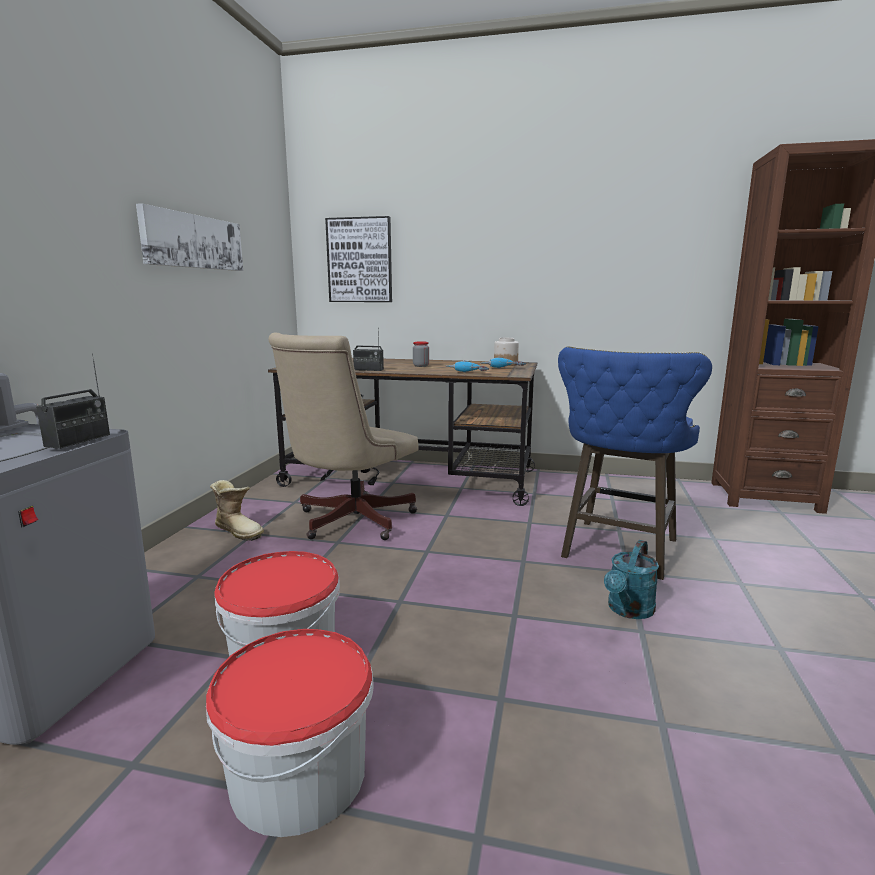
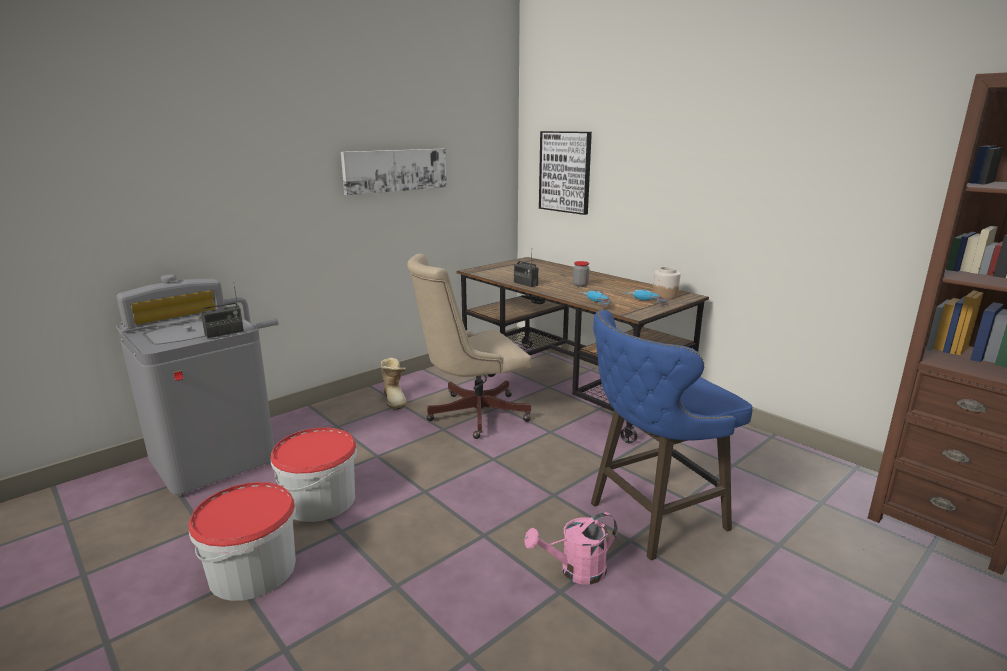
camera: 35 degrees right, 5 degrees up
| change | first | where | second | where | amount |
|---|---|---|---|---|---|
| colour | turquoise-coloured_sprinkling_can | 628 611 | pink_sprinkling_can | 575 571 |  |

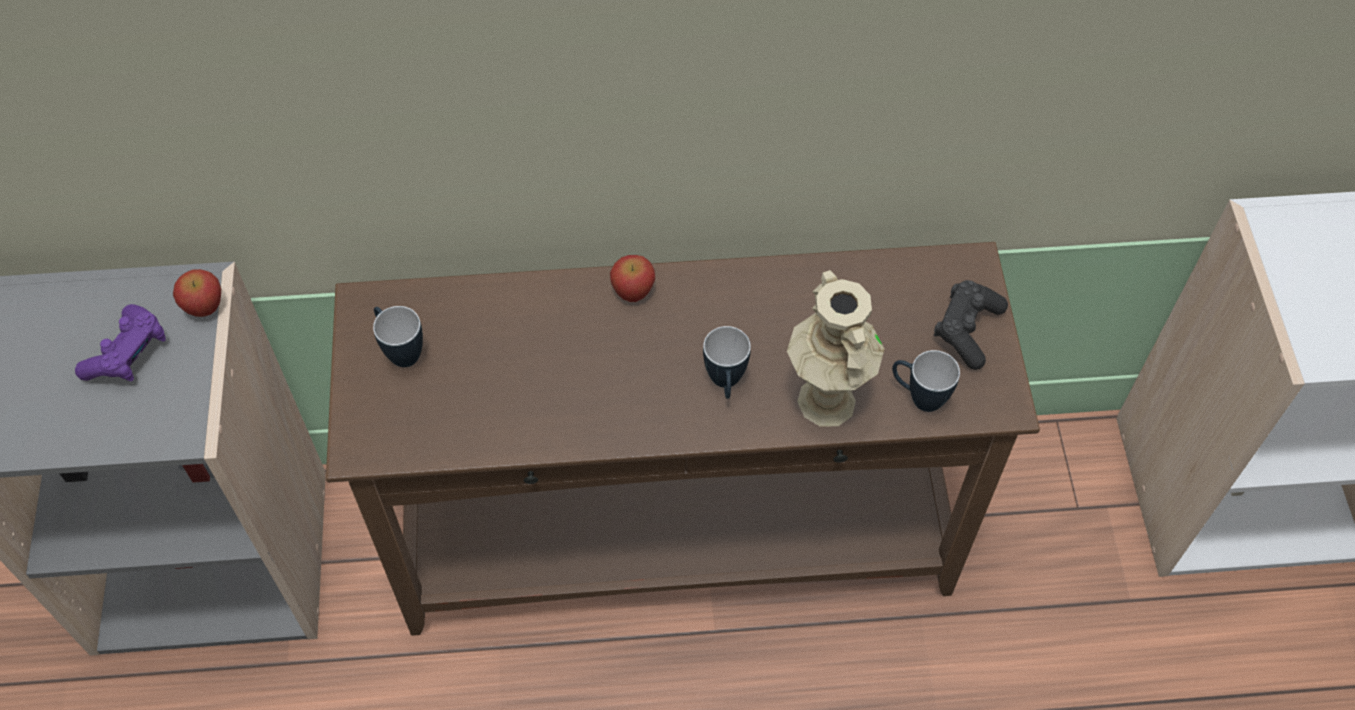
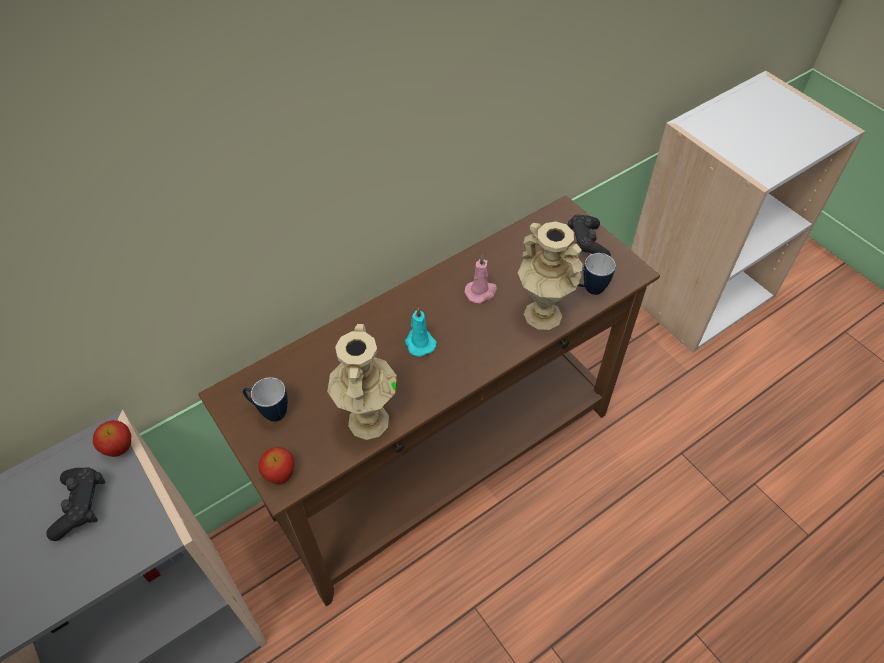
camera: 30 degrees left, 5 degrees down
| change | first | where | second | where | amount |
|---|---|---|---|---|---|
| missing | coffee_mug | 725 384 |  |  |  |
| appeared |  |  | beige_flower_vase | 367 420 |  |
| appeared |  |  | turquoise-coloured_candle | 419 342 |  |
| appeared |  |  | pink_candle | 481 292 |  |
| relocated | apple_fruit | 633 290 |  | 280 473 |  |
| colour | purple-coloured_gamepad | 128 354 | black-coloured_gamepad | 81 506 |  |

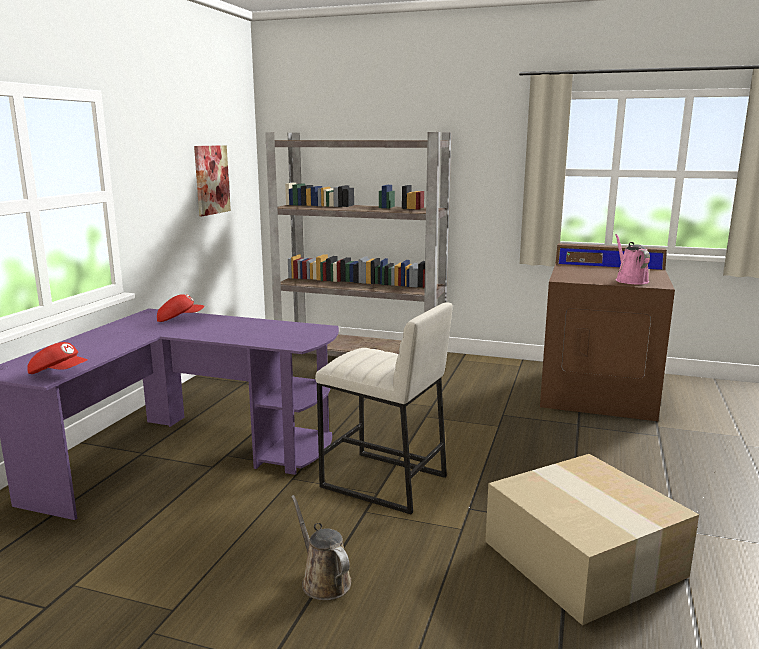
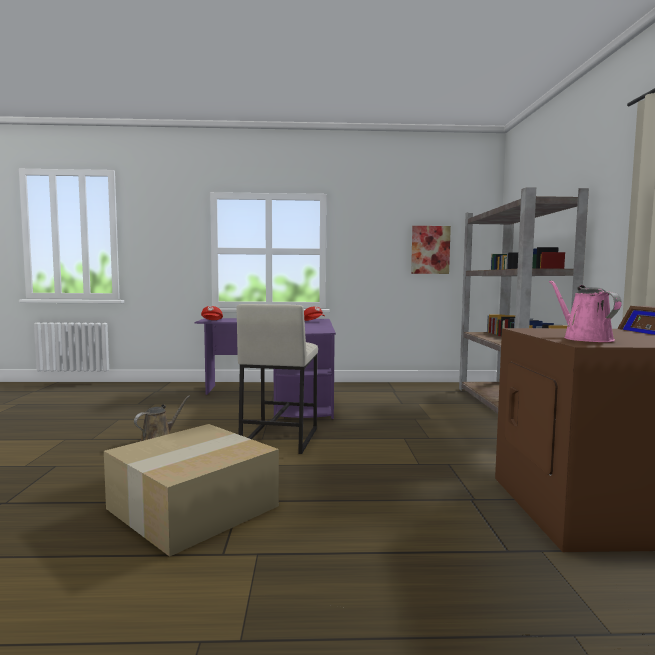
camera: 70 degrees right, 10 degrees down
| change | first | where | second | where | amount |
|---|---|---|---|---|---|
| spun | pink_sprinkling_can | 630 280 |  | 584 339 | 75 degrees counterclockwise |

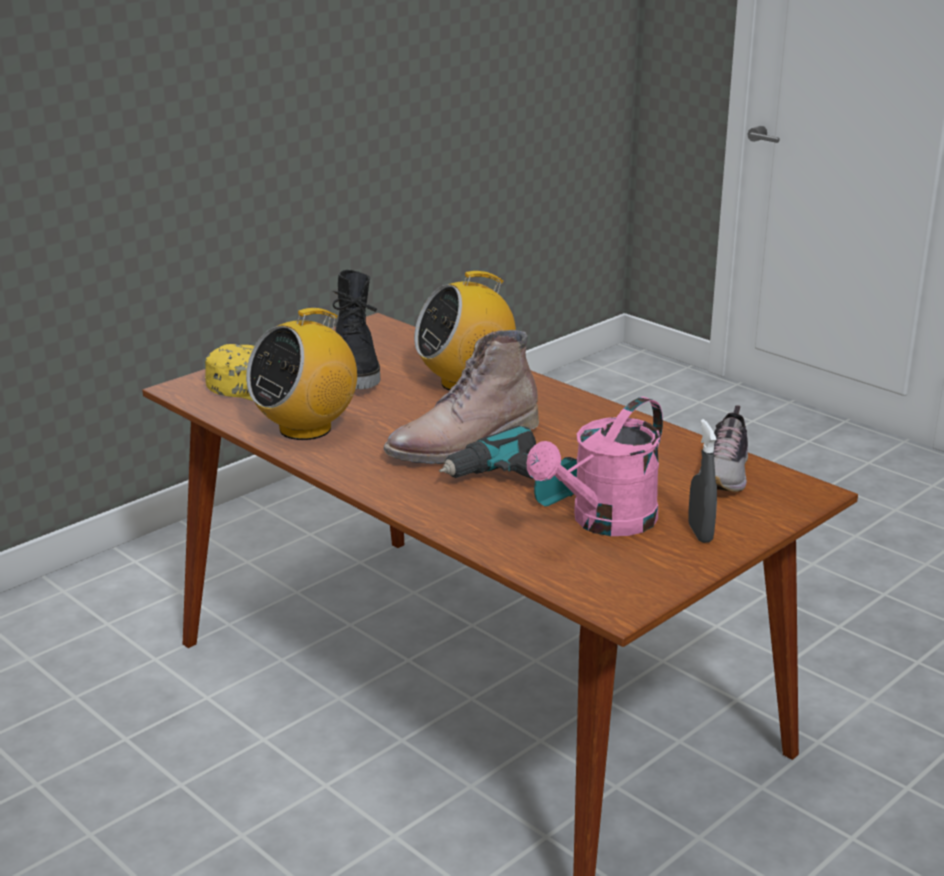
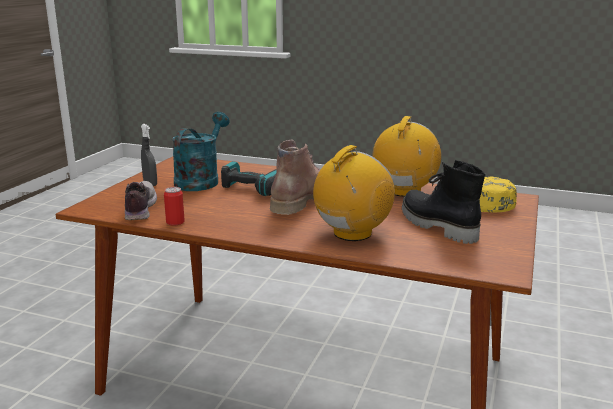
camera: 155 degrees right, 5 degrees down
| change | first | where | second | where | amount |
|---|---|---|---|---|---|
| appeared |  |  | sealed_can | 175 222 |  |
| colour | pink_sprinkling_can | 604 522 | turquoise-coloured_sprinkling_can | 200 180 |  |

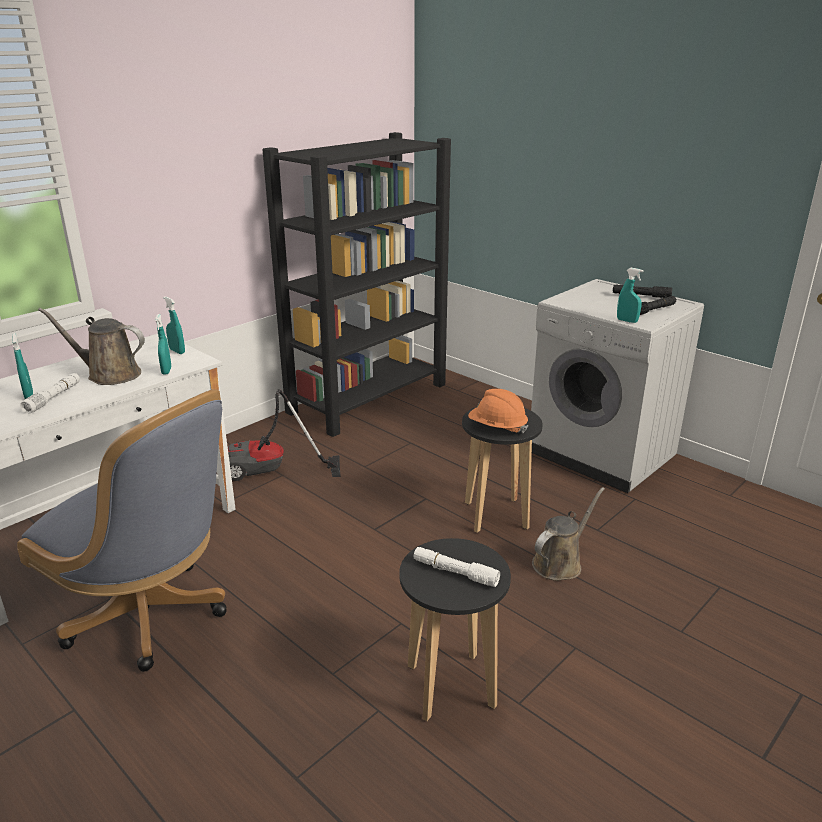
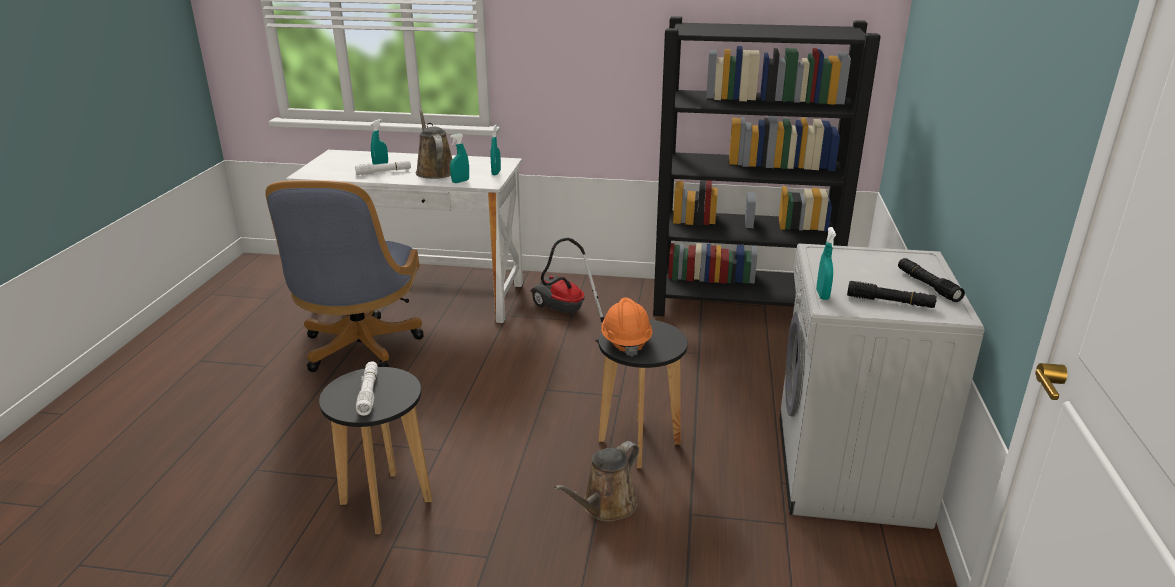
camera: 55 degrees right, 0 degrees up
| change | first | where | second | where | amount |
|---|---|---|---|---|---|
| spun | brownish_sprinkling_can | 560 563 |  | 605 507 | 120 degrees clockwise |

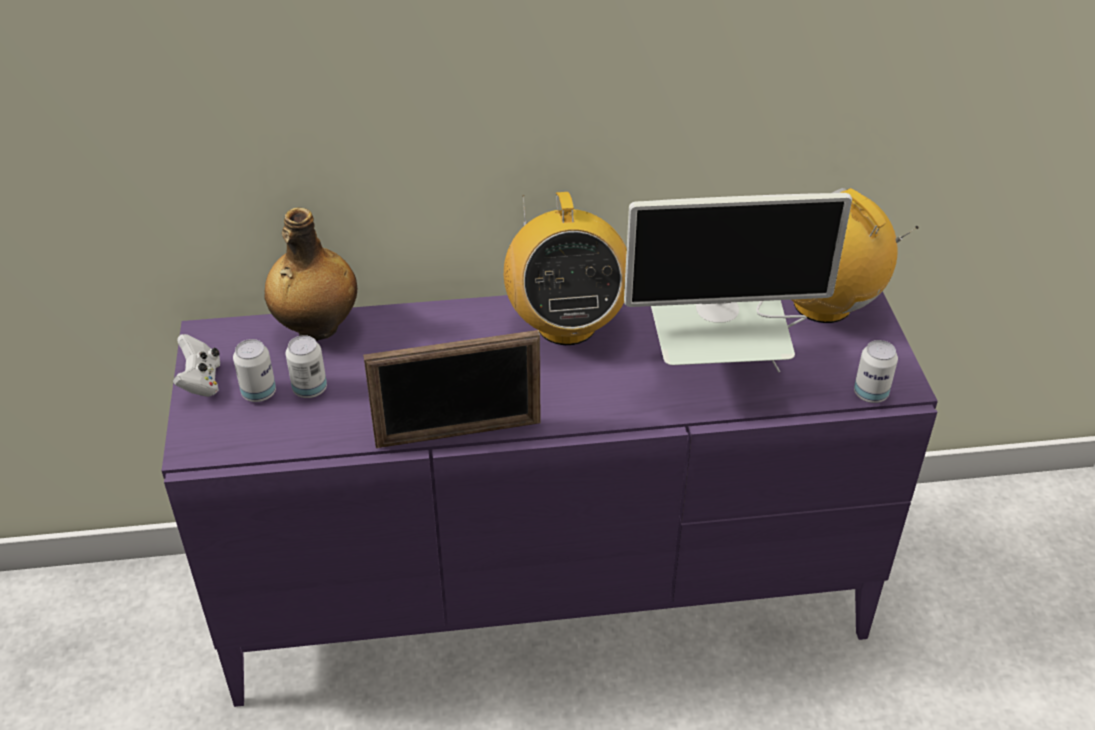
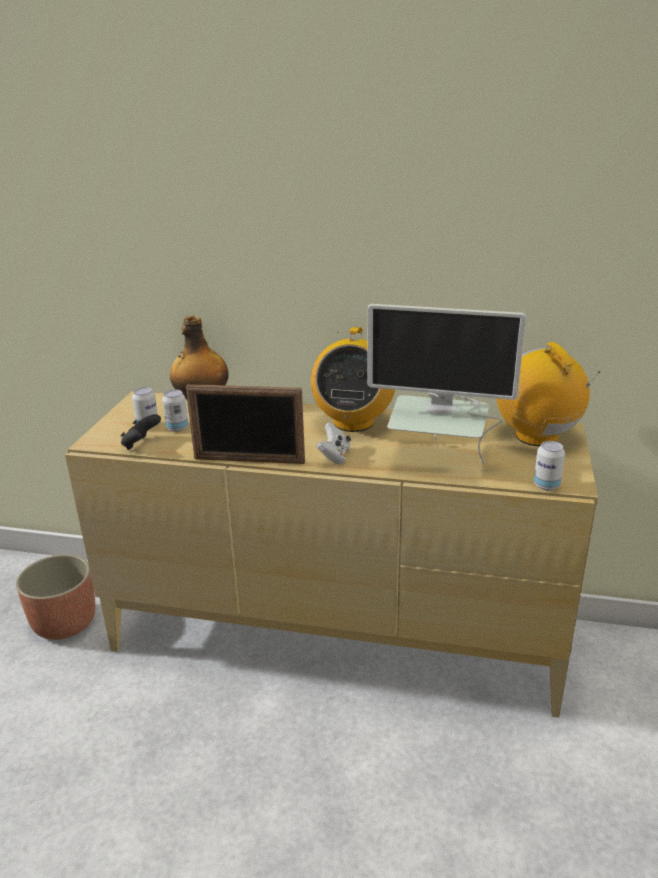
camera: 20 degrees right, 15 degrees down
| change | first | where | second | where | amount |
|---|---|---|---|---|---|
| appeared |  |  | flower_pot | 65 622 |  |
| appeared |  |  | black-coloured_gamepad | 141 444 |  |
| relocated | whitish_gamepad | 201 382 |  | 334 456 |  |
| colour | purple-coloured_dresser | 549 598 | beige_dresser | 336 638 |  |

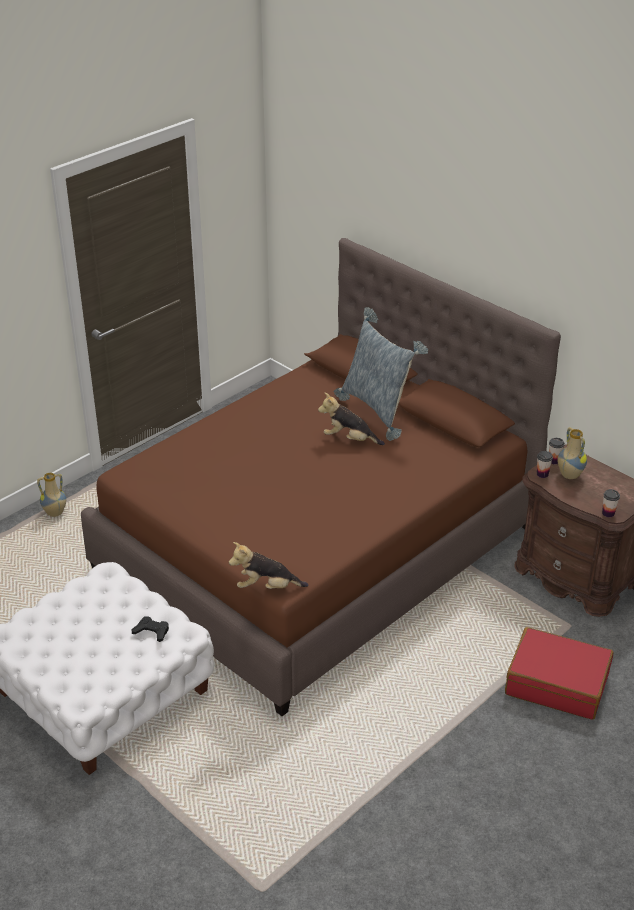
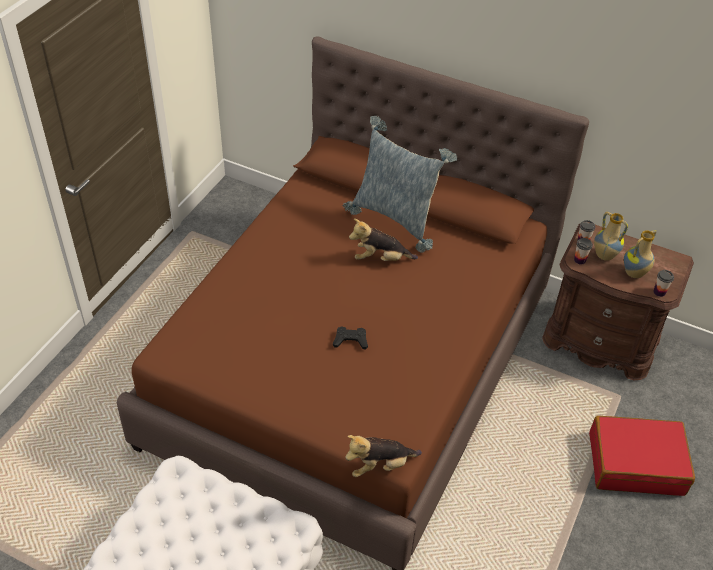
camera: 20 degrees left, 10 degrees up
| change | first | where | second | where | amount |
|---|---|---|---|---|---|
| relocated | flower_vase | 55 513 |  | 634 273 |  |
| relocated | black-coloured_gamepad | 151 631 |  | 350 340 |  |

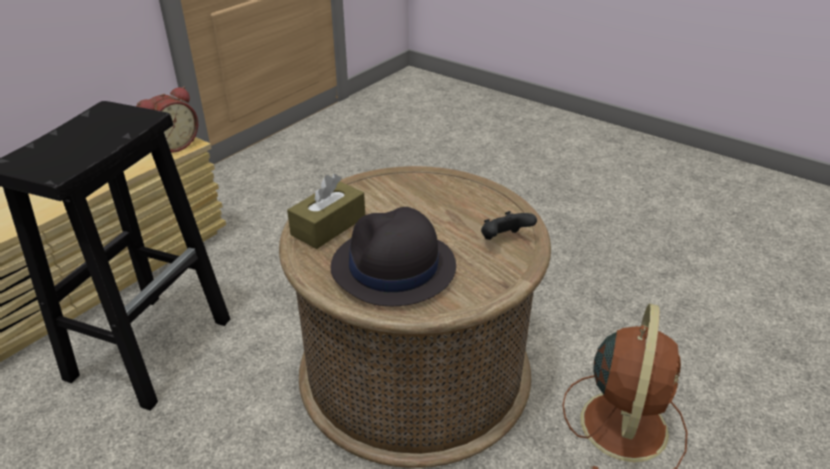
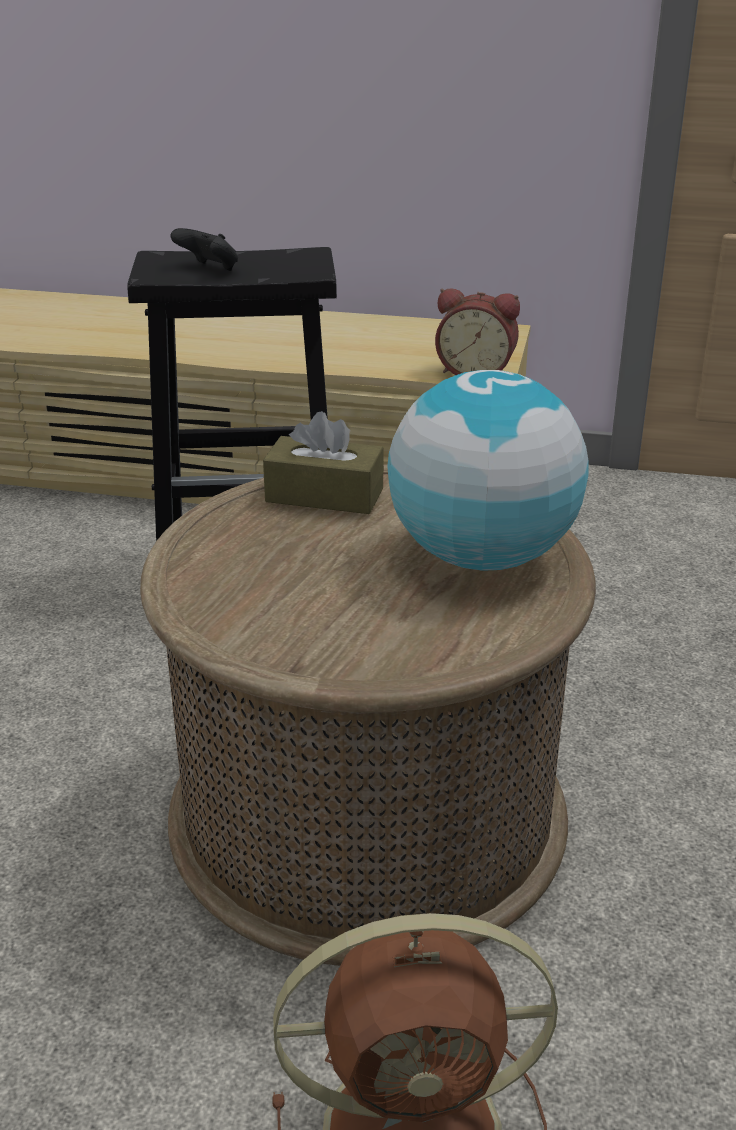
camera: 65 degrees right, 5 degrees down
| change | first | where | second | where | amount |
|---|---|---|---|---|---|
| missing | black-coloured_hat | 393 268 |  |  |  |
| appeared |  |  | globe | 481 557 |  |
| relocated | black-coloured_gamepad | 504 239 |  | 209 269 |  |

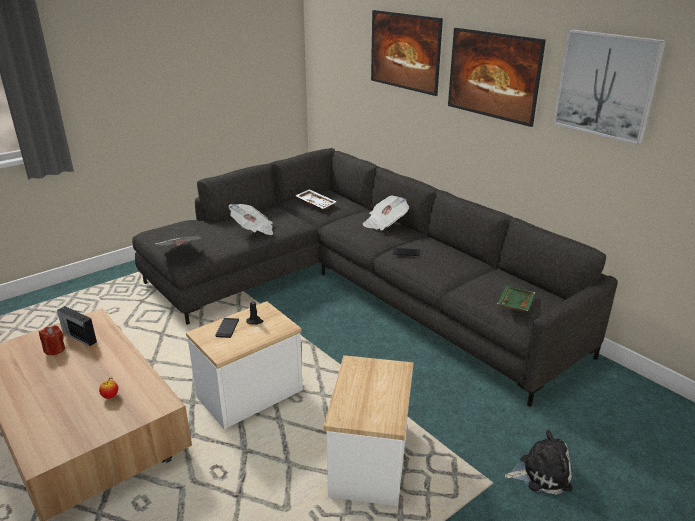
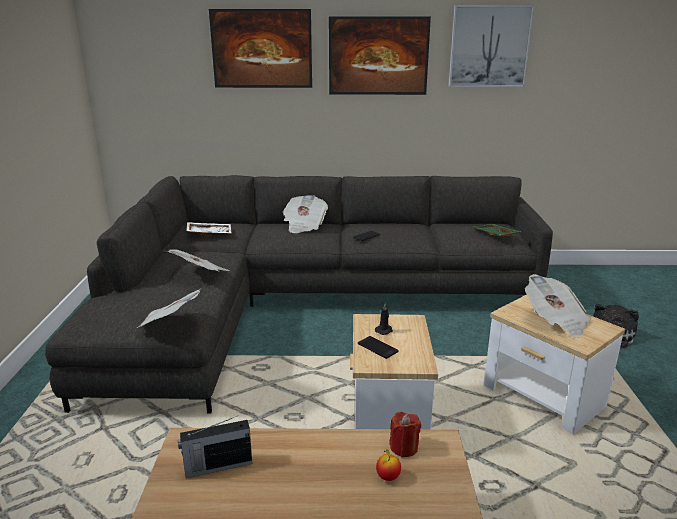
camera: 50 degrees left, 5 degrees down
| change | first | where | second | where | amount |
|---|---|---|---|---|---|
| appeared |  |  | printed_paper | 555 321 |  |
| relocated | reddish_candle | 54 349 |  | 404 447 |  |

